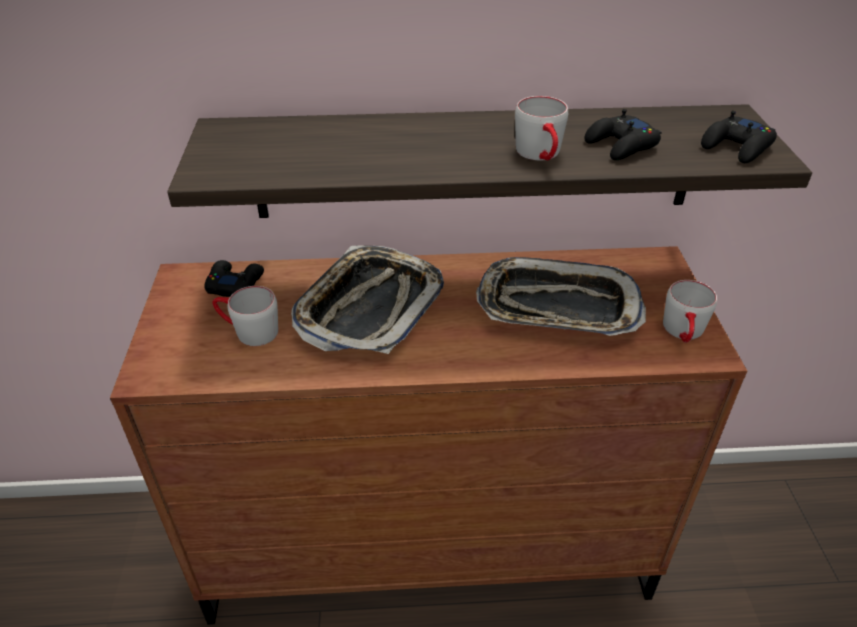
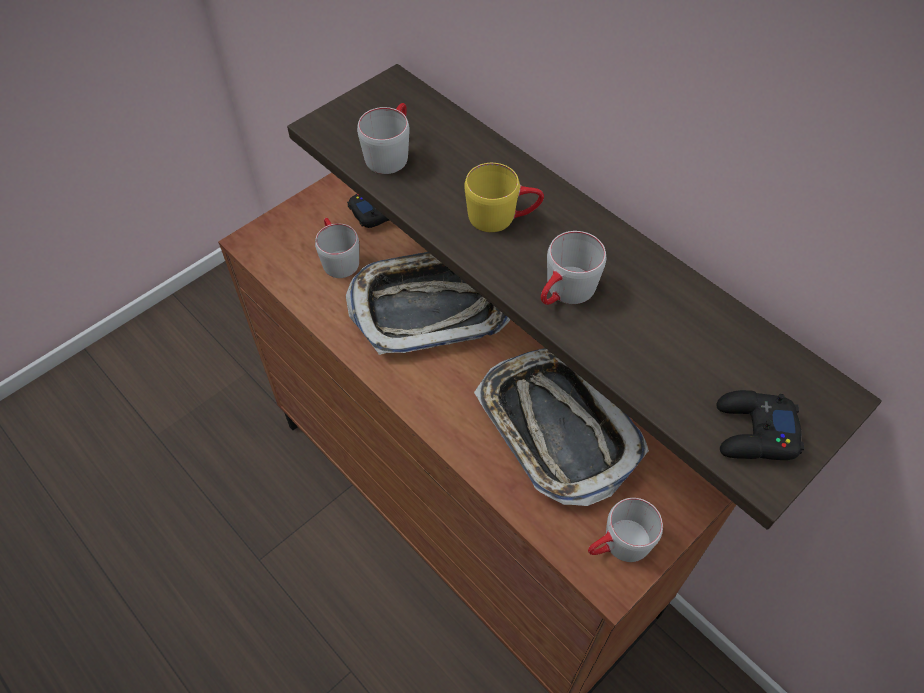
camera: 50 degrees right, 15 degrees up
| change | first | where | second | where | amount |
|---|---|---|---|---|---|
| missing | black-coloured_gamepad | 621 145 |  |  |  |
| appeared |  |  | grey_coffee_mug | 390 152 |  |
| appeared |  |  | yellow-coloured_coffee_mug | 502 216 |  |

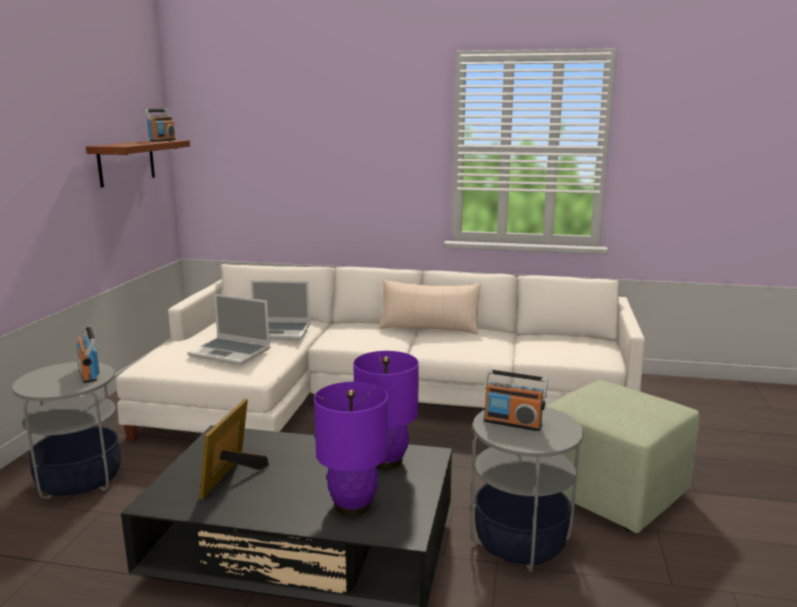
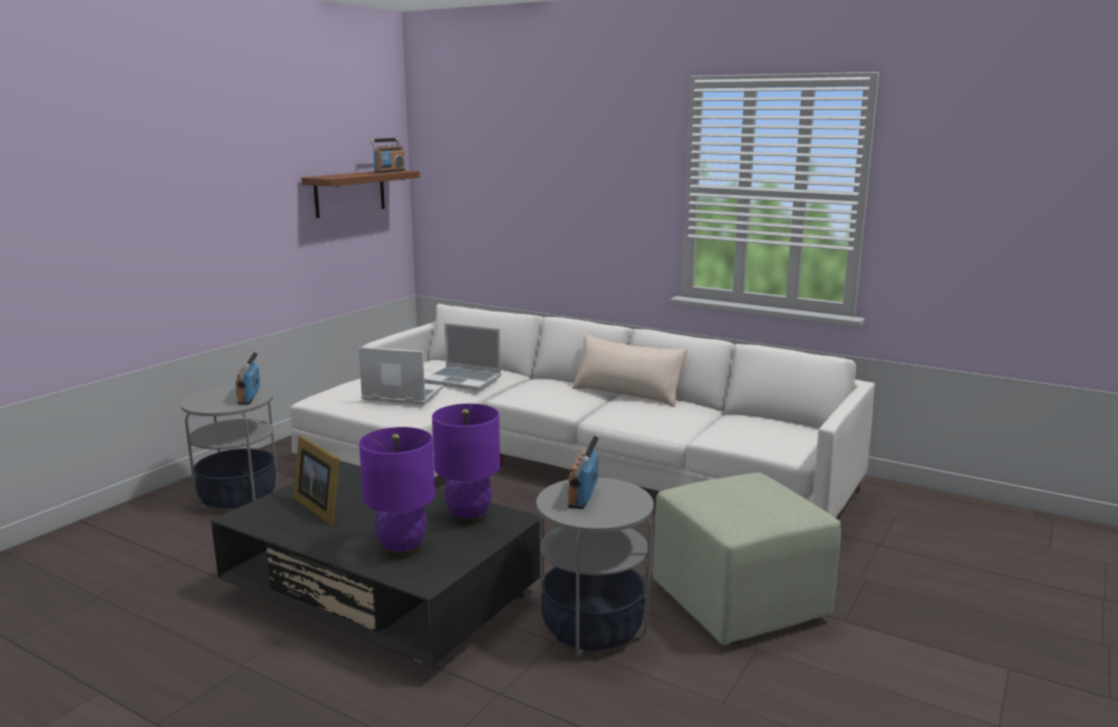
camera: 20 degrees right, 0 degrees up
| change | first | where | second | where | amount |
|---|---|---|---|---|---|
| spun | laptop | 231 352 |  | 401 395 | 150 degrees clockwise |
| spun | standing_frame | 232 476 |  | 321 507 | 75 degrees counterclockwise |
| spun | radio_receiver | 513 423 |  | 582 495 | 60 degrees clockwise |

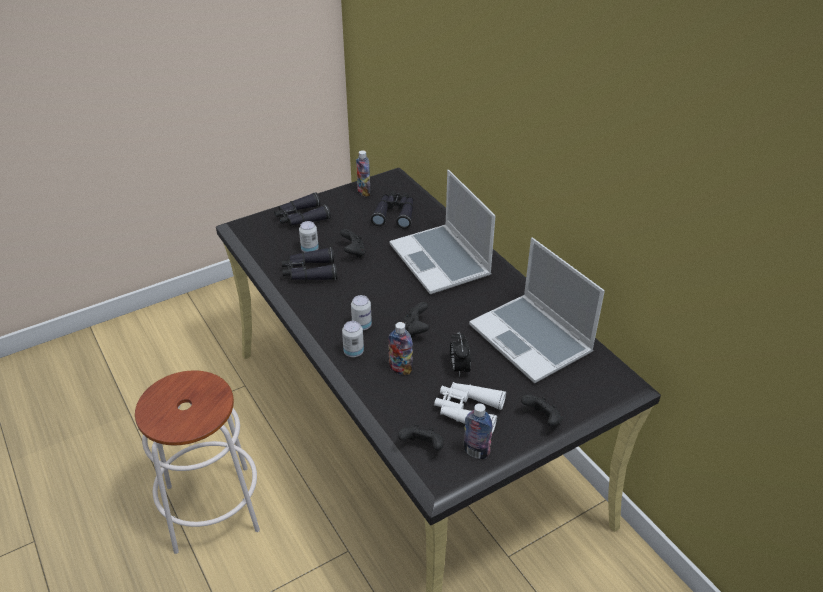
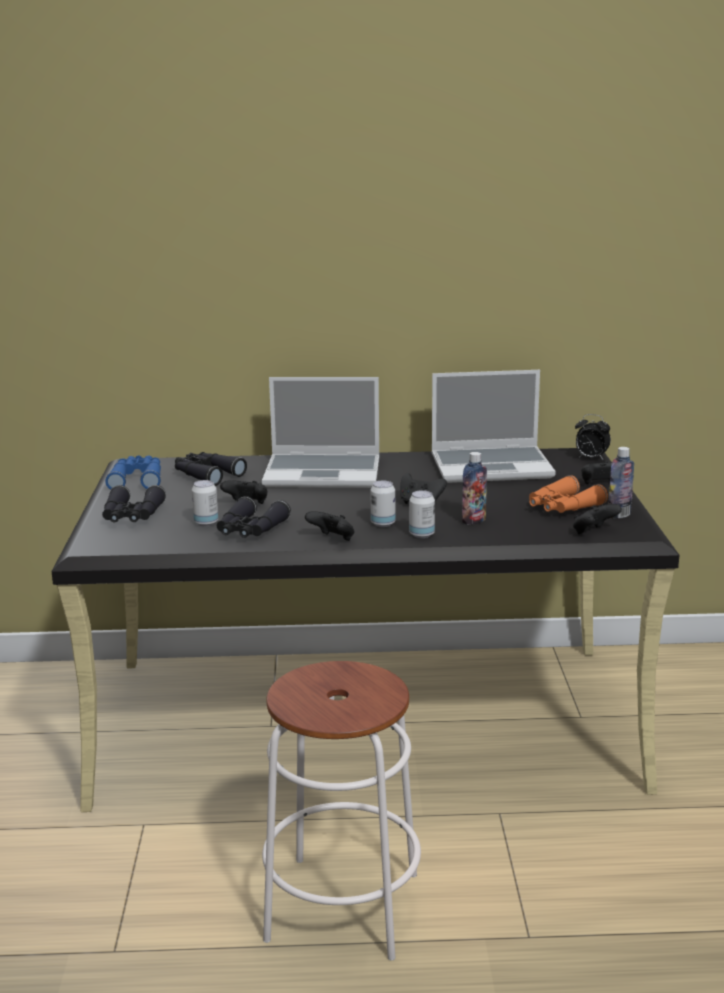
camera: 60 degrees left, 20 degrees down
| change | first | where | second | where | amount |
|---|---|---|---|---|---|
| appeared |  |  | black-coloured_gamepad | 332 539 |  |
| relocated | table_clock | 459 368 |  | 590 458 |  |
| exchanged | beverage_bottle | 364 192 | blue-coloured_binoculars | 137 480 |  |
| colour | whitish_binoculars | 468 411 | orangey_binoculars | 562 507 |  |

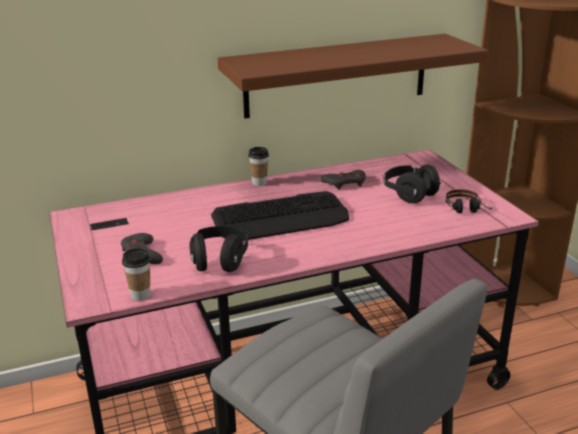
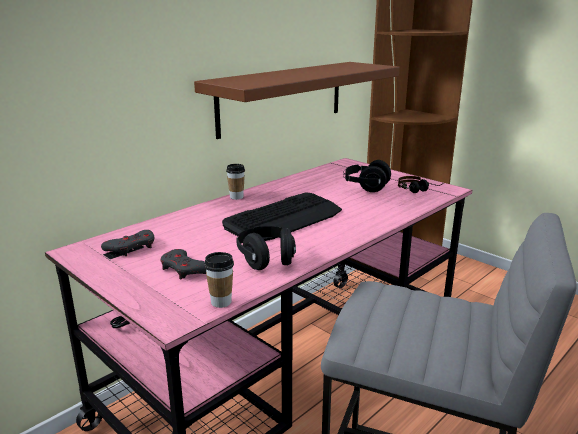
camera: 25 degrees left, 5 degrees down
| change | first | where | second | where | amount |
|---|---|---|---|---|---|
| relocated | grey_gamepad | 345 183 |  | 131 247 |  |

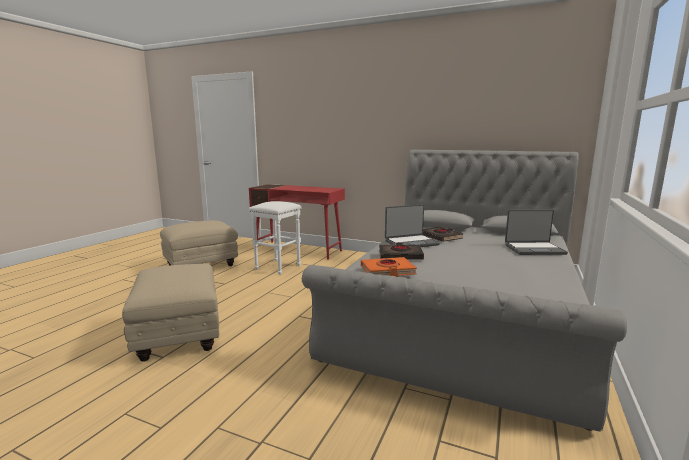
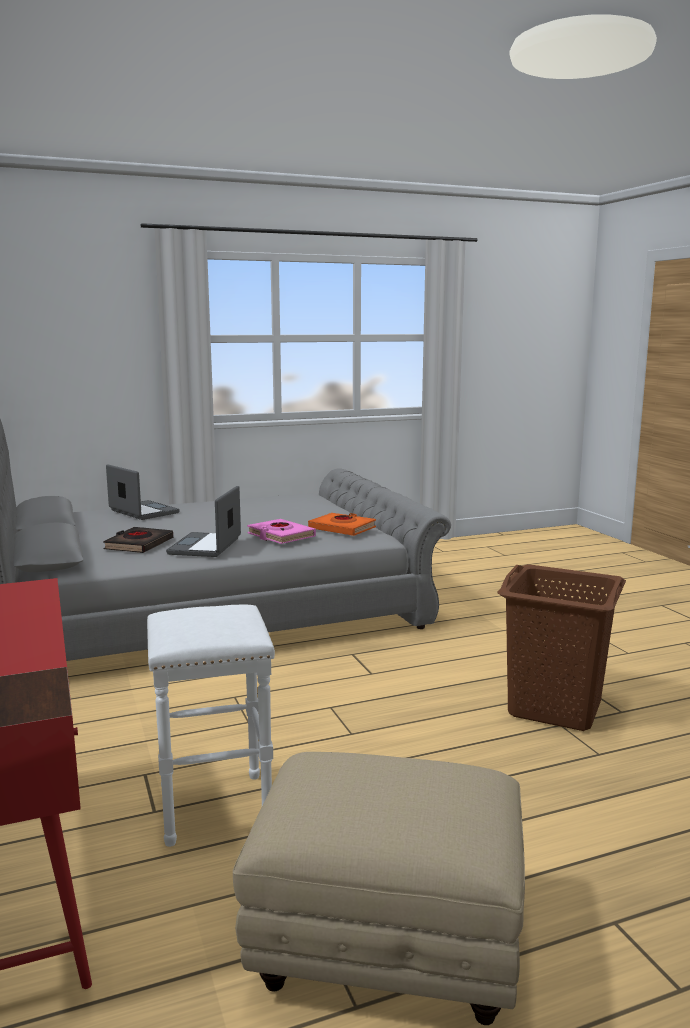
camera: 135 degrees left, 0 degrees up
| change | first | where | second | where | amount |
|---|---|---|---|---|---|
| exchanged | beige_footrest | 179 335 | brownish_hamper | 555 708 |  |
| colour | black-coloured_book | 400 255 | pink_book | 281 536 |  |
| spun | laptop | 411 243 |  | 206 546 | 105 degrees counterclockwise |

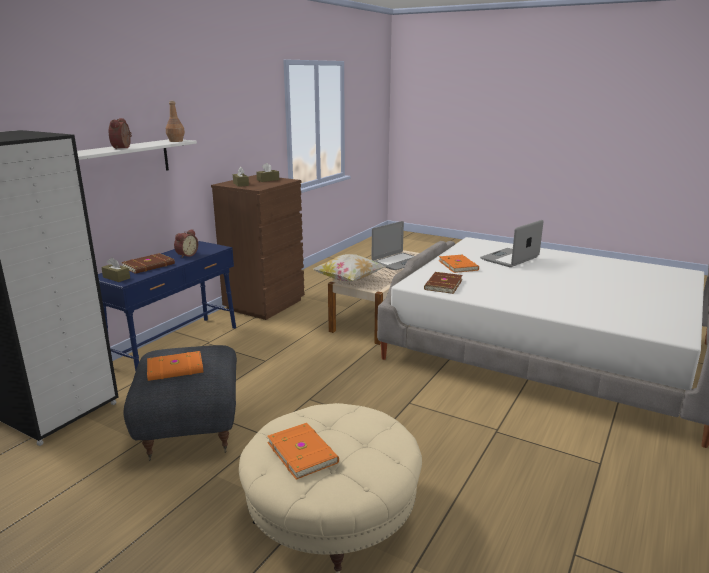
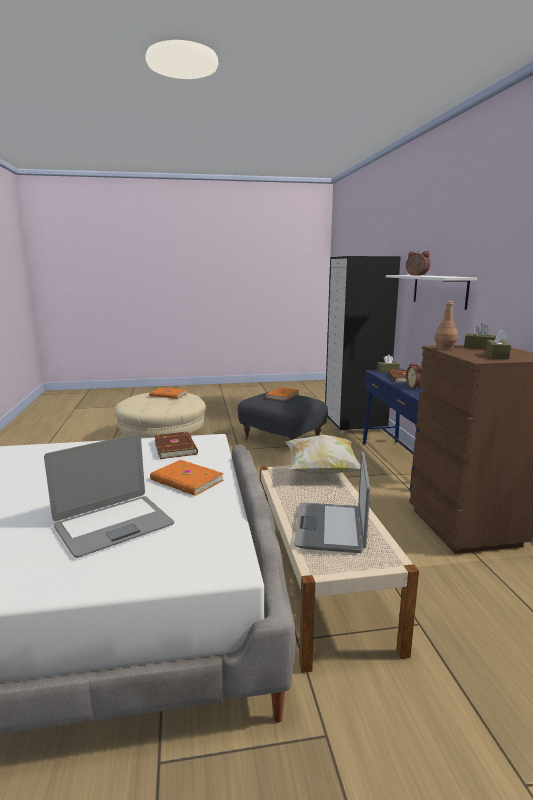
camera: 140 degrees right, 5 degrees down
| change | first | where | second | where | amount |
|---|---|---|---|---|---|
| relocated | brownish_beverage_bottle | 176 141 |  | 444 348 |  |
| spun | laptop | 510 258 |  | 113 525 | 45 degrees clockwise |

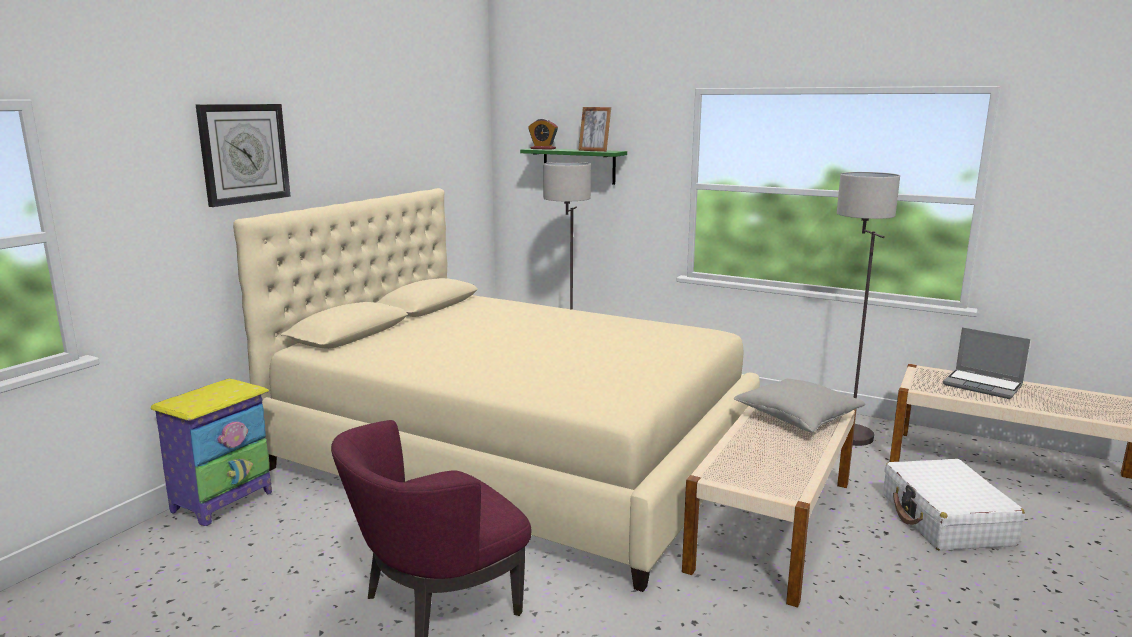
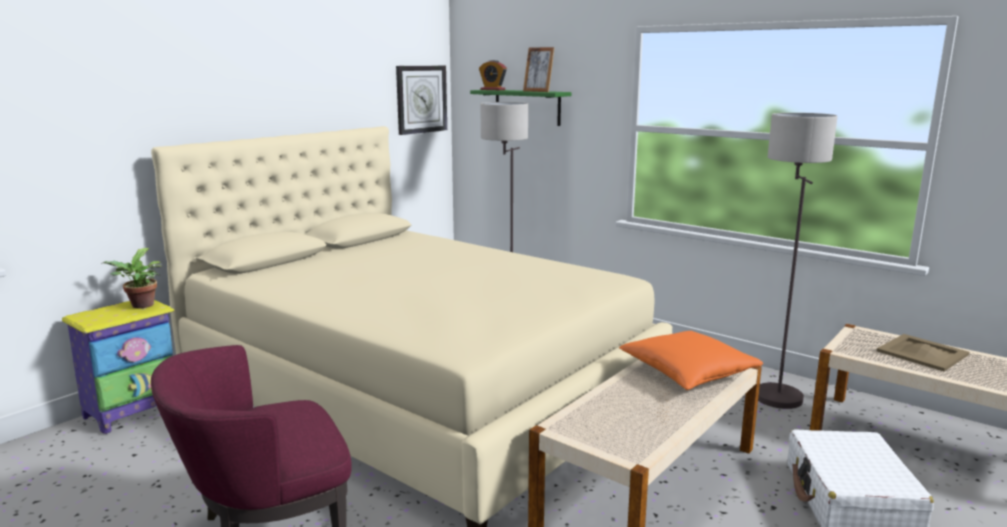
camera: 10 degrees right, 0 degrees up
| change | first | where | second | where | amount |
|---|---|---|---|---|---|
| appeared |  |  | plant_in_a_pot | 140 306 |  |
| relocated | wall_clock | 244 153 |  | 421 99 |  |
| exchanged | laptop | 983 385 | beige_serving_tray | 923 353 |  |
| colour | grey_pillow | 797 418 | orangey_pillow | 687 373 |  |

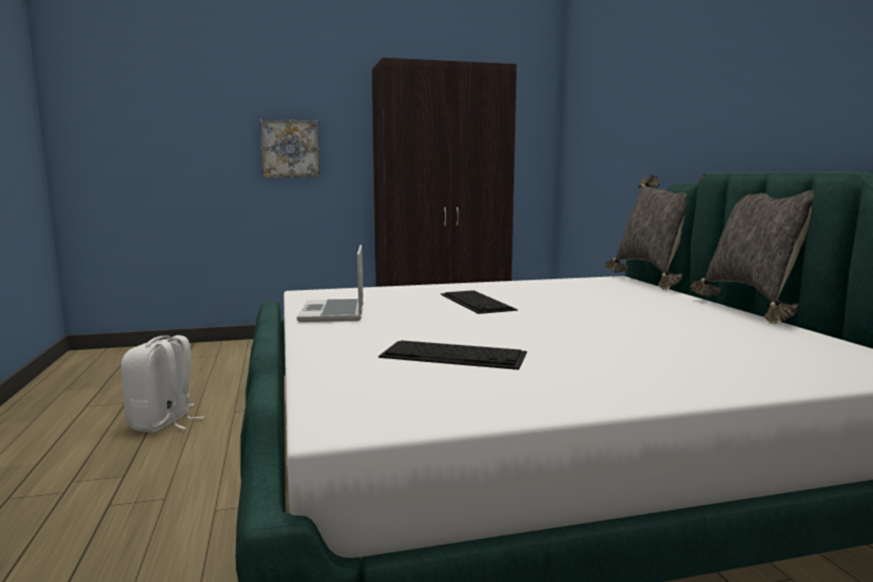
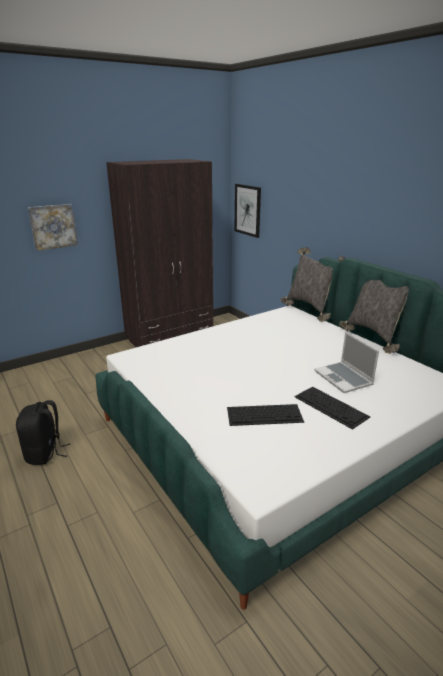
camera: 20 degrees left, 15 degrees up
| change | first | where | second | where | amount |
|---|---|---|---|---|---|
| appeared |  |  | wall_picture | 247 210 |  |
| relocated | laptop | 334 313 |  | 344 378 |  |
| relocated | PC_keyboard | 477 302 |  | 331 407 |  |
| colour | whitish_knapsack | 163 422 | black-coloured_knapsack | 45 453 |  |

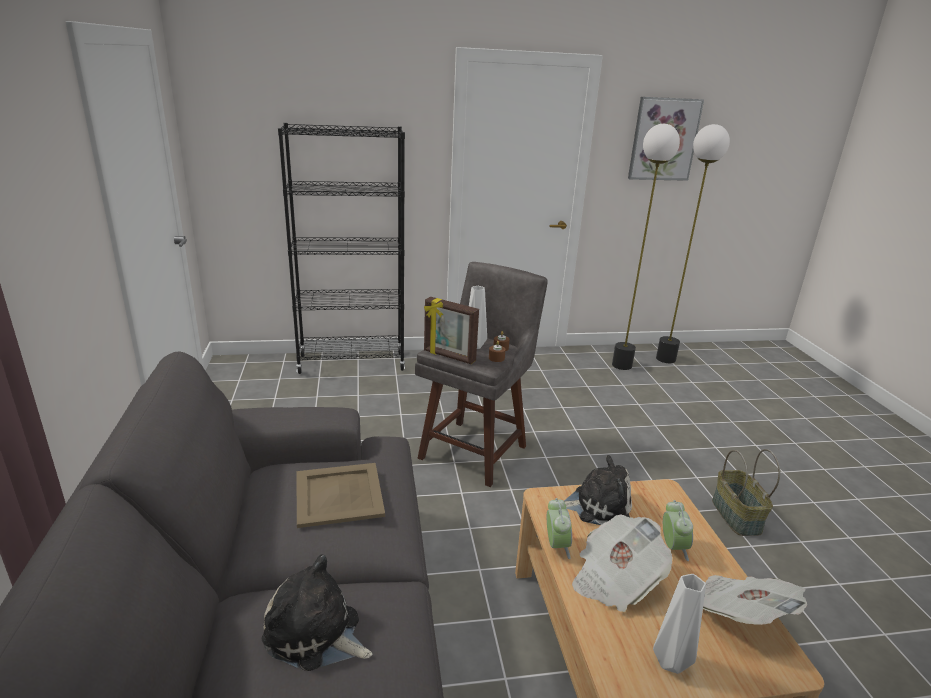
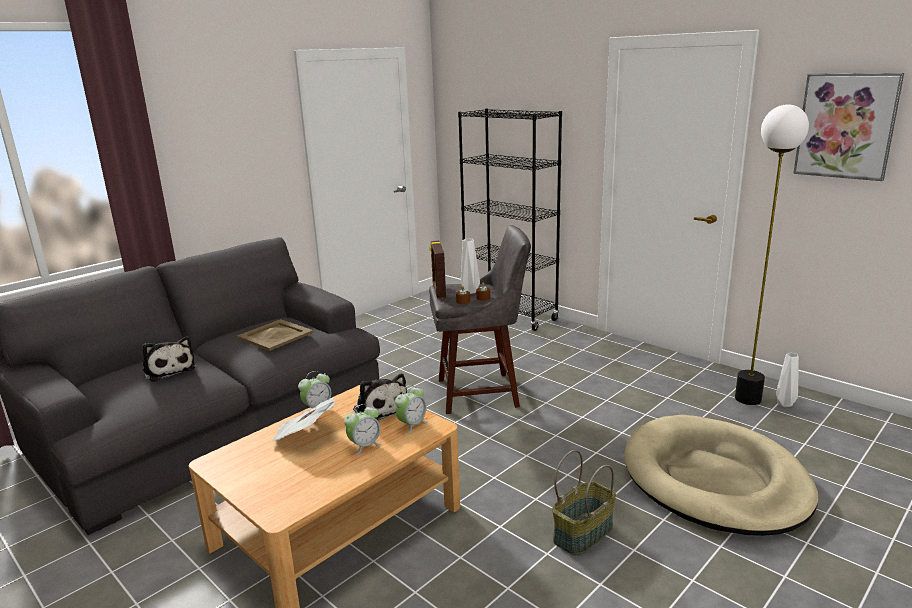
camera: 55 degrees right, 5 degrees down
| change | first | where | second | where | amount |
|---|---|---|---|---|---|
| missing | floor_lamp | 666 359 |  |  |  |
| missing | printed_paper | 740 614 |  |  |  |
| appeared |  |  | table_clock | 412 425 |  |
| appeared |  |  | beige_pet_bed | 714 480 |  |
| relocated | whitish_flower_vase | 672 663 |  | 785 404 |  |
| spun | plush_toy | 316 634 |  | 169 369 | 150 degrees clockwise |

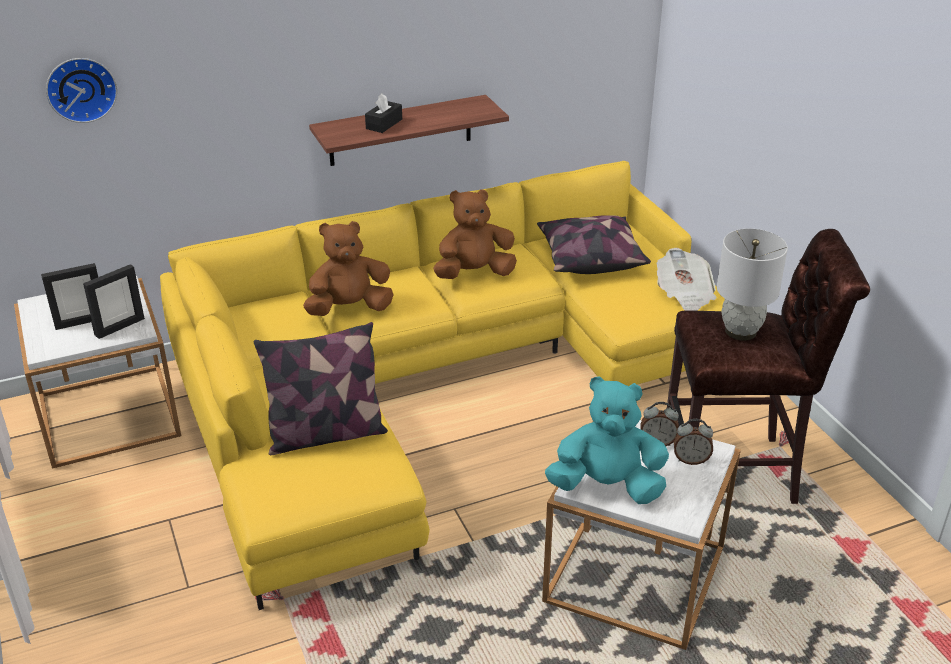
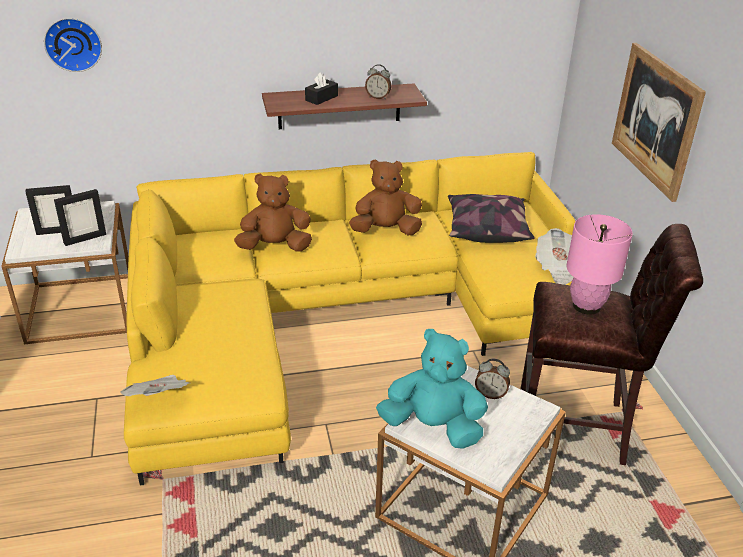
camera: 10 degrees right, 0 degrees up
| change | first | where | second | where | amount |
|---|---|---|---|---|---|
| missing | pillow | 326 434 |  |  |  |
| appeared |  |  | printed_paper | 159 399 |  |
| appeared |  |  | wall_picture | 655 120 |  |
| relocated | table_clock | 691 460 |  | 378 97 |  |
| colour | whitish_lamp_for_a_table | 740 331 | pink_lamp_for_a_table | 586 306 |  |

